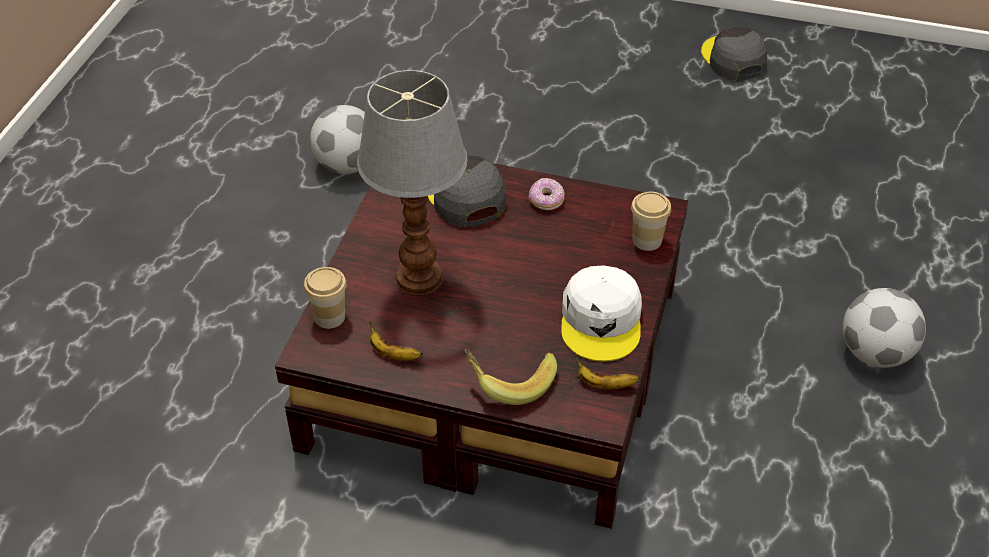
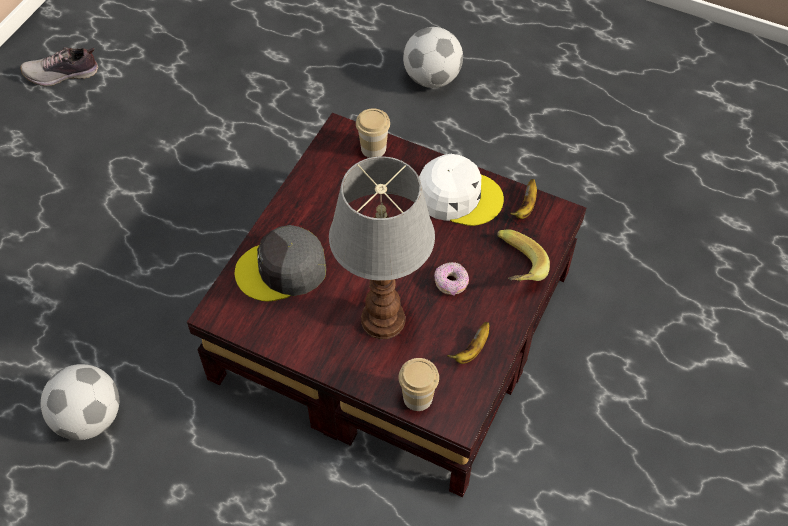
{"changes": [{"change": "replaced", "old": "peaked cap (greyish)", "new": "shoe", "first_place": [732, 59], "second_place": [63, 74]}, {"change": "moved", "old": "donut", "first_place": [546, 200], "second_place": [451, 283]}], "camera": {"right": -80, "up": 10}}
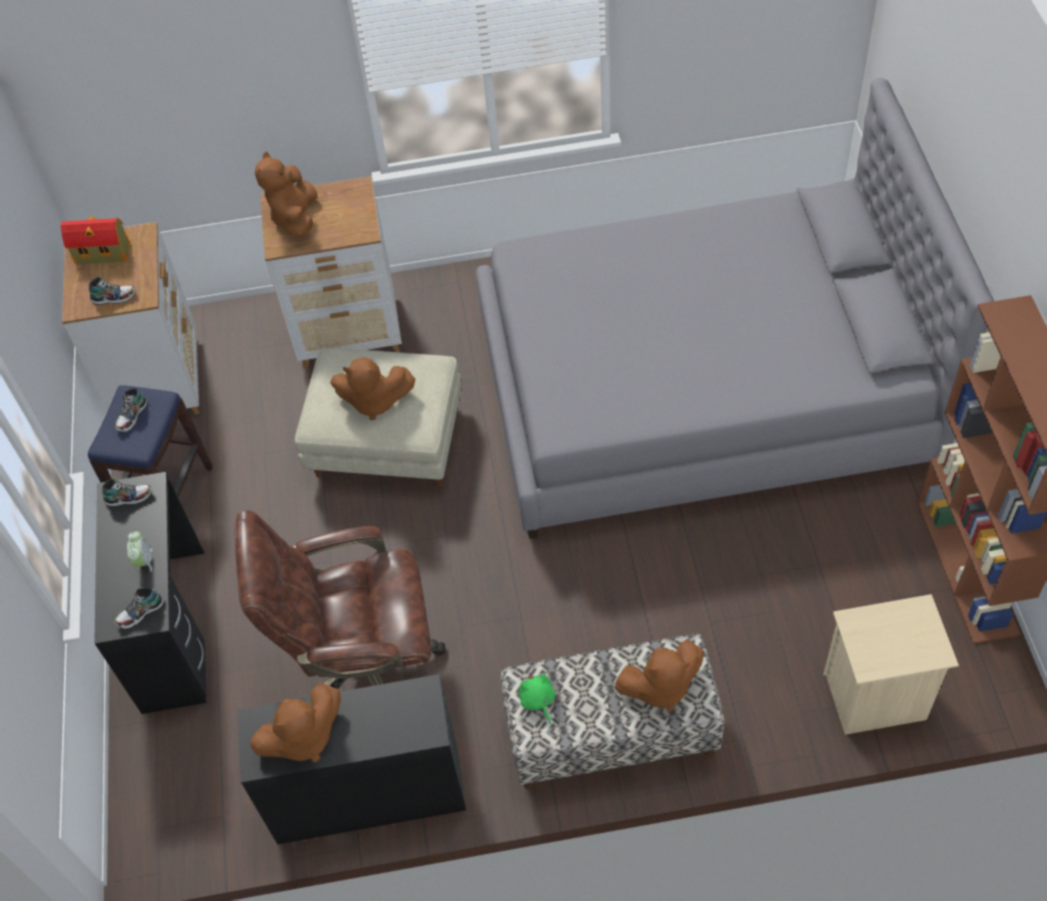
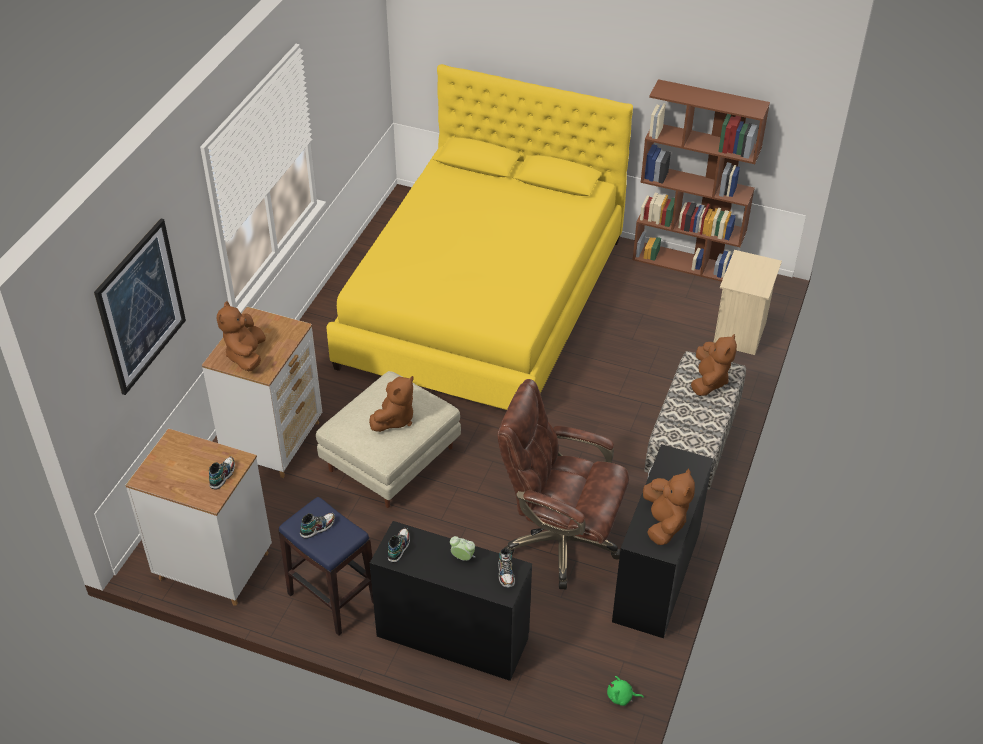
{"changes": [{"change": "recoloured", "old": "bedroom bed (greyish)", "new": "bedroom bed (yellow)", "first_place": [702, 390], "second_place": [484, 302]}, {"change": "turned", "old": "soft toy (brown-coloured)", "first_place": [295, 218], "second_place": [246, 355], "degrees": 60}, {"change": "removed", "old": "model house", "first_place": [104, 253]}, {"change": "turned", "old": "shoe", "first_place": [132, 416], "second_place": [317, 528], "degrees": -90}, {"change": "turned", "old": "computer chair (brown-coloured)", "first_place": [365, 665], "second_place": [561, 541], "degrees": 90}, {"change": "moved", "old": "soft toy (greenish)", "first_place": [538, 701], "second_place": [621, 697]}, {"change": "added", "new": "wall picture", "second_place": [141, 306]}], "camera": {"right": -65, "up": -10}}
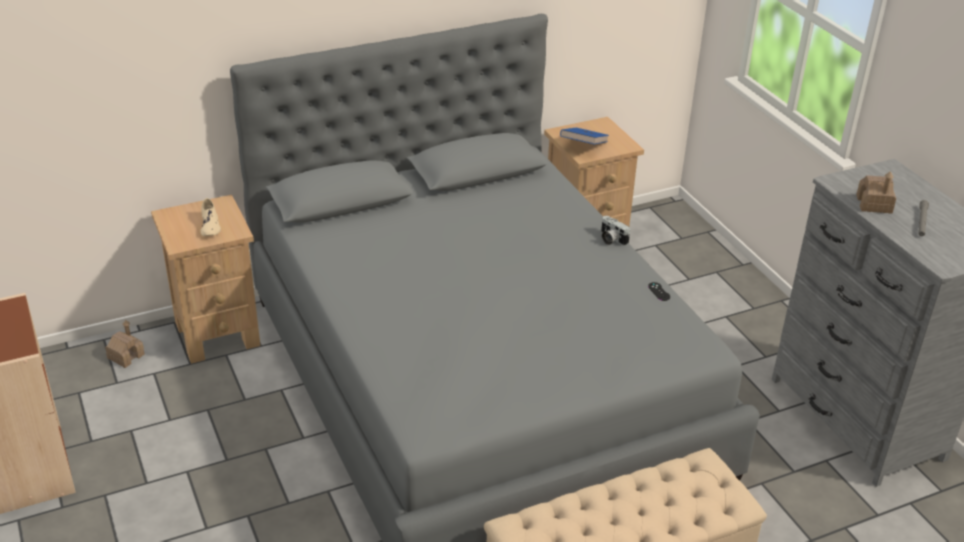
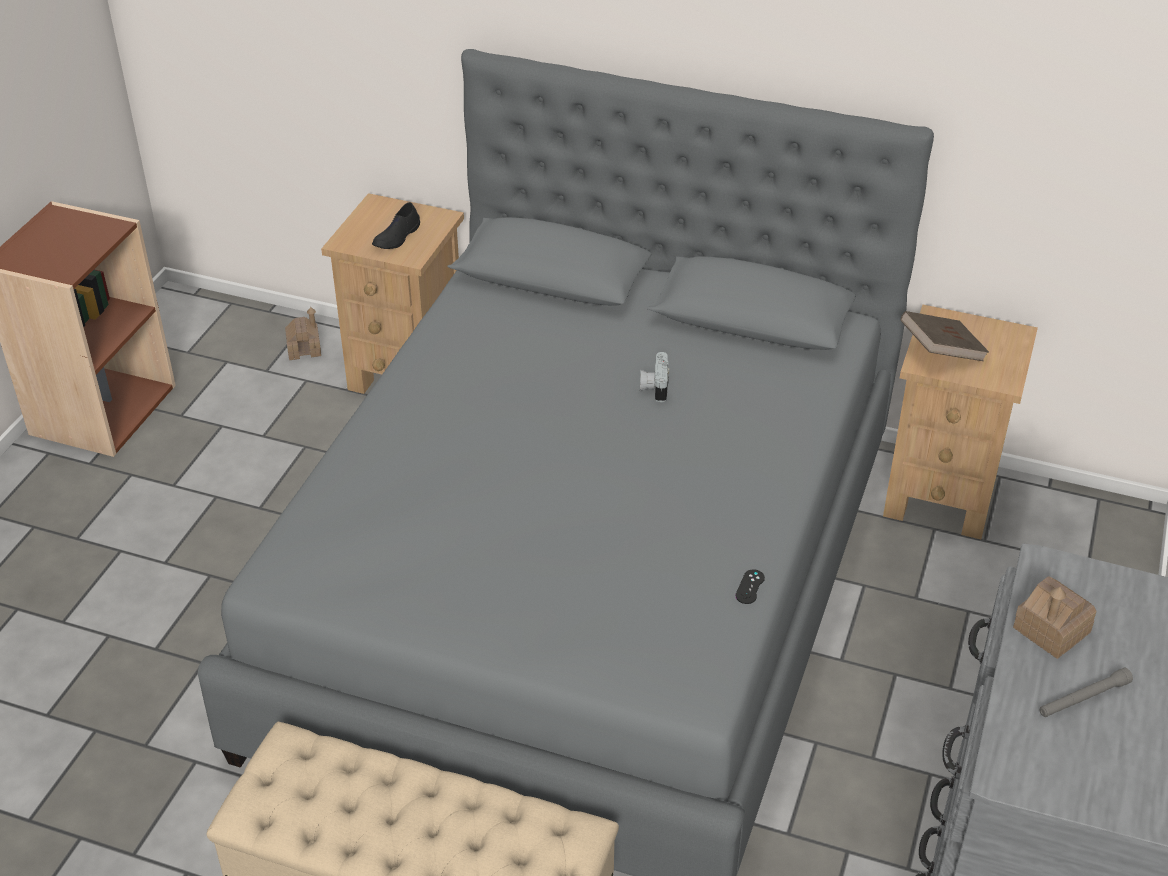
{"changes": [{"change": "recoloured", "old": "book (blue)", "new": "book (brown-coloured)", "first_place": [583, 146], "second_place": [941, 351]}, {"change": "recoloured", "old": "shoe (sand-coloured)", "new": "shoe (black-coloured)", "first_place": [210, 226], "second_place": [397, 237]}, {"change": "moved", "old": "photo camera", "first_place": [611, 239], "second_place": [654, 386]}], "camera": {"right": 45, "up": 5}}
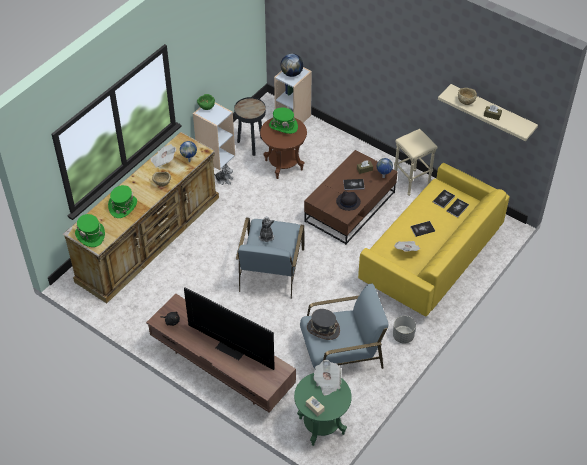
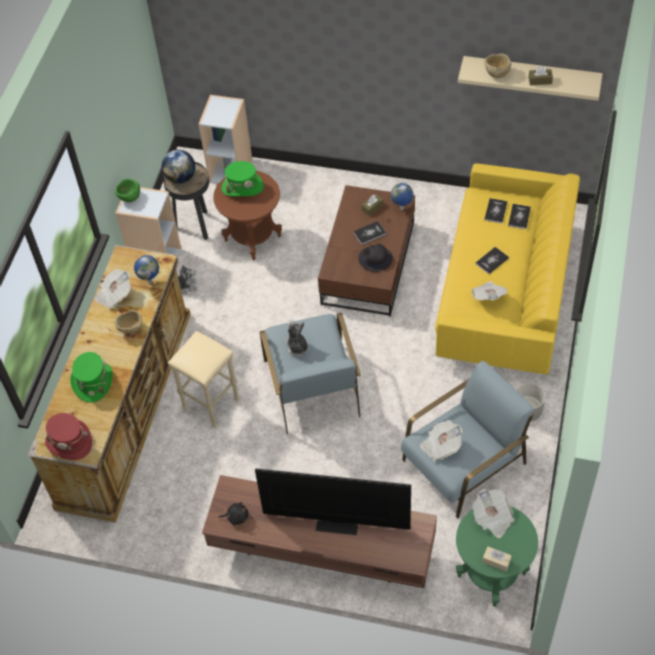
{"changes": [{"change": "moved", "old": "desk globe", "first_place": [292, 73], "second_place": [180, 177]}, {"change": "moved", "old": "stool (sand-coloured)", "first_place": [412, 182], "second_place": [212, 403]}, {"change": "recoloured", "old": "clothing hat (greenish)", "new": "clothing hat (red-coloured)", "first_place": [90, 235], "second_place": [69, 442]}, {"change": "replaced", "old": "clothing hat (greyish)", "new": "daily paper", "first_place": [323, 329], "second_place": [440, 446]}], "camera": {"right": -20, "up": 5}}
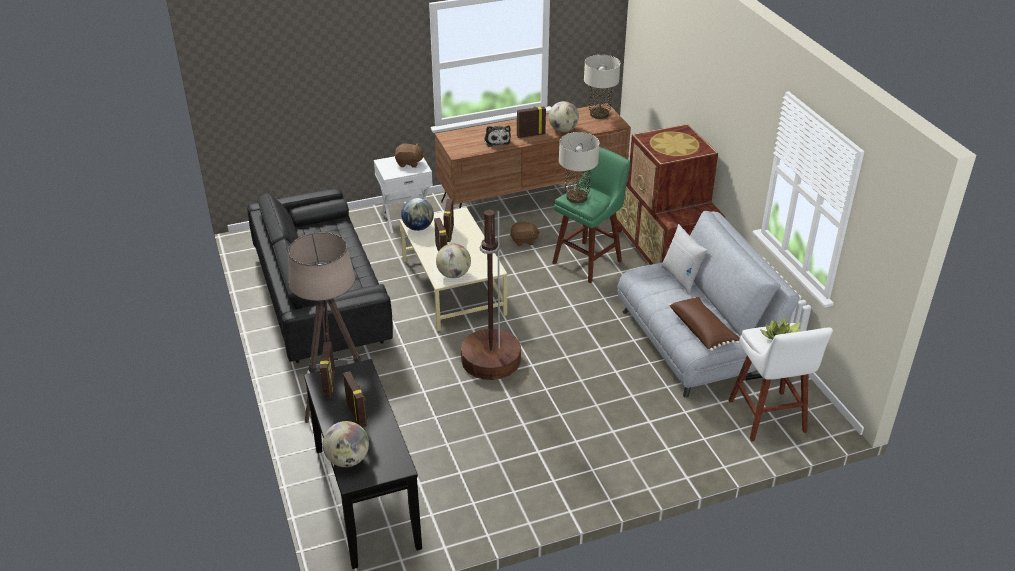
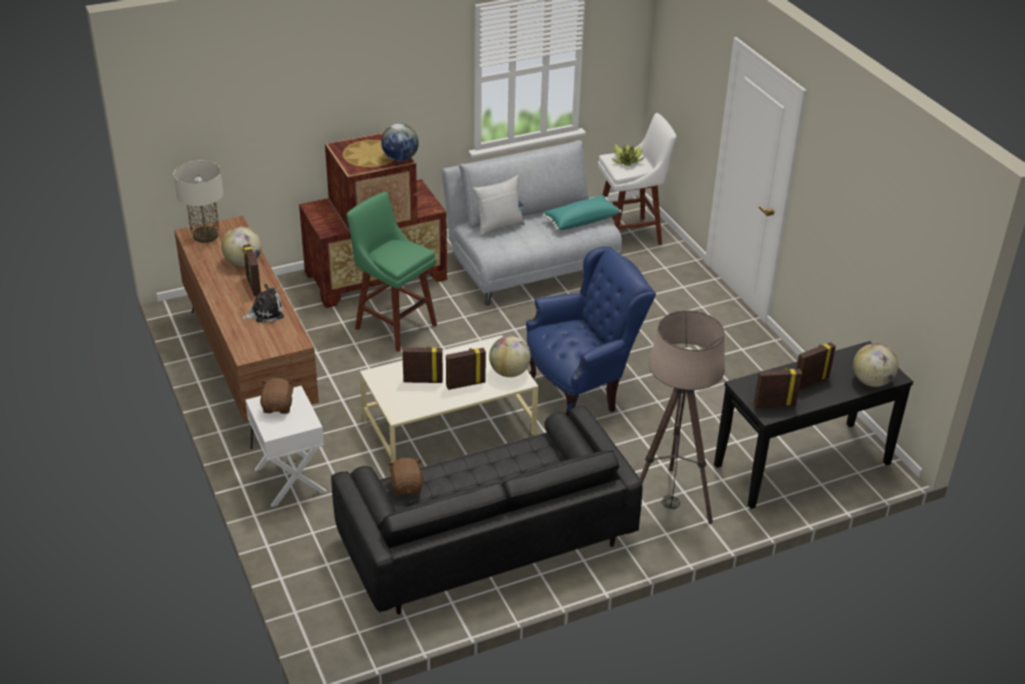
{"changes": [{"change": "removed", "old": "table lamp", "first_place": [576, 197]}, {"change": "moved", "old": "desk globe", "first_place": [418, 227], "second_place": [400, 158]}, {"change": "replaced", "old": "standing lamp (brown-coloured)", "new": "lounge chair (blue)", "first_place": [491, 360], "second_place": [581, 392]}, {"change": "moved", "old": "soft toy (brown-coloured)", "first_place": [524, 241], "second_place": [407, 487]}, {"change": "recoloured", "old": "cushion (brown-coloured)", "new": "cushion (turquoise)", "first_place": [703, 330], "second_place": [581, 220]}], "camera": {"right": -95, "up": 0}}
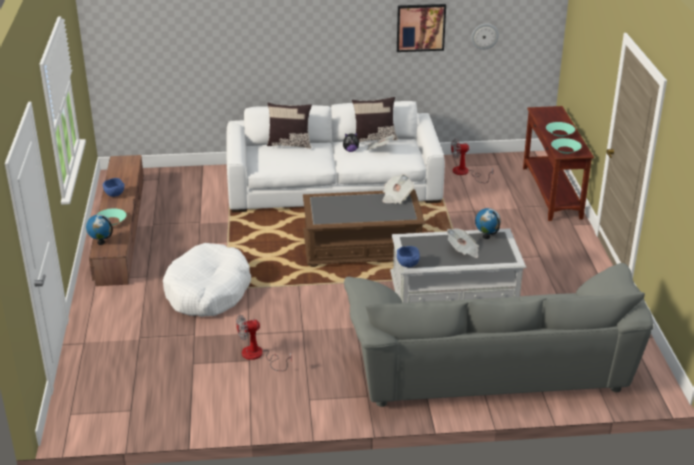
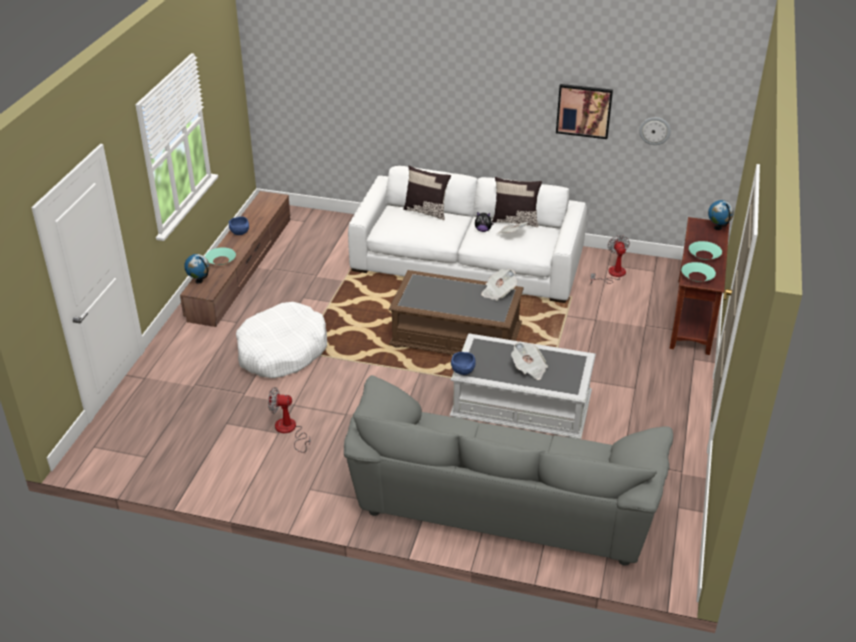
{"changes": [{"change": "turned", "old": "cooling fan", "first_place": [465, 173], "second_place": [612, 274], "degrees": 75}, {"change": "moved", "old": "desk globe", "first_place": [486, 236], "second_place": [718, 228]}], "camera": {"right": 20, "up": 5}}
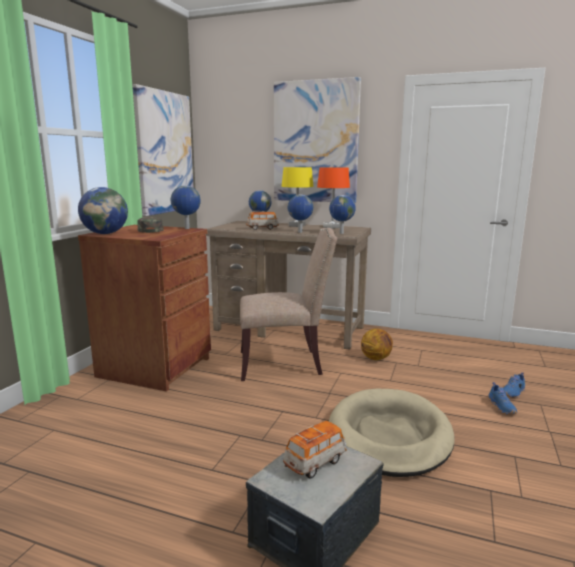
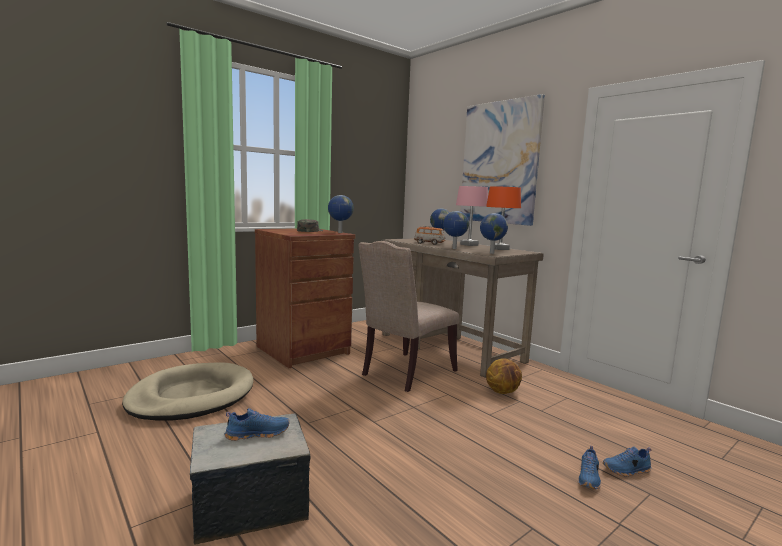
{"changes": [{"change": "removed", "old": "wall picture", "first_place": [165, 153]}, {"change": "recoloured", "old": "table lamp (yellow)", "new": "table lamp (pinkish)", "first_place": [297, 225], "second_place": [469, 245]}, {"change": "removed", "old": "desk globe", "first_place": [105, 233]}, {"change": "turned", "old": "upright chair (sand-coloured)", "first_place": [284, 364], "second_place": [405, 373], "degrees": 105}, {"change": "moved", "old": "dog bed (sand-coloured)", "first_place": [389, 436], "second_place": [191, 396]}, {"change": "replaced", "old": "model car", "new": "shoe (blue)", "first_place": [315, 462], "second_place": [257, 433]}], "camera": {"right": 30, "up": -5}}
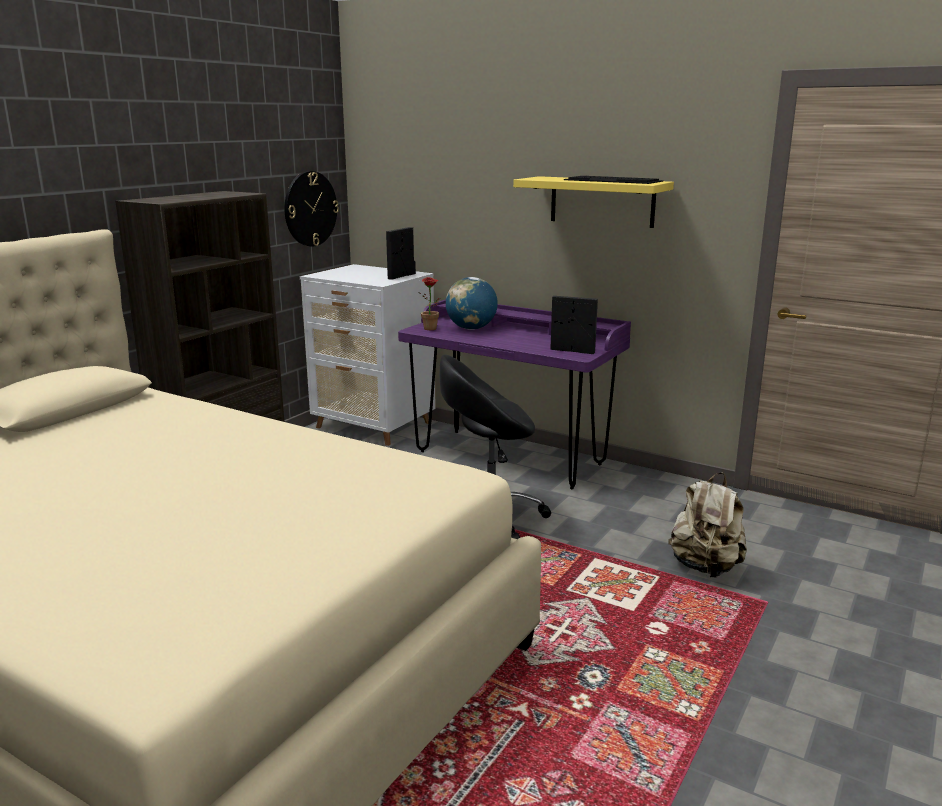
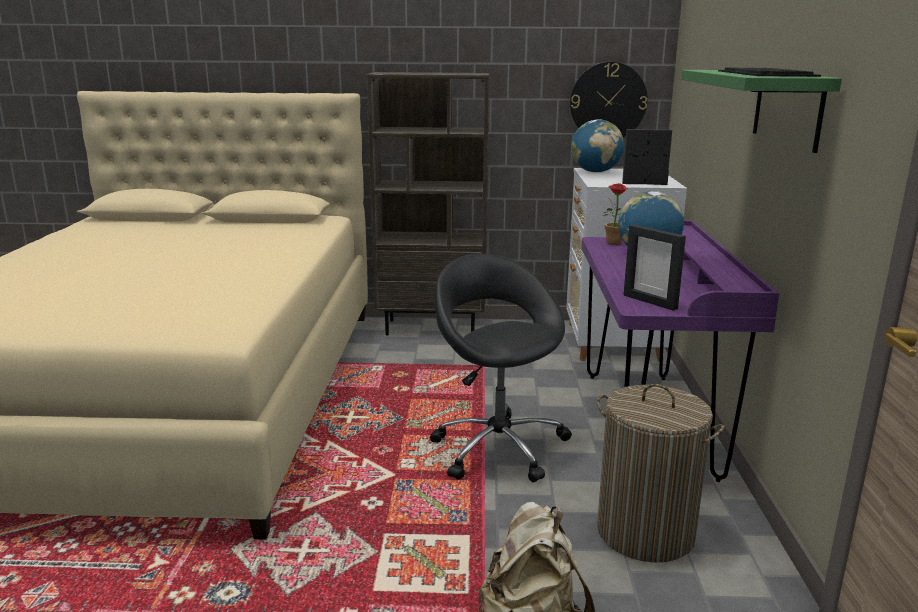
{"changes": [{"change": "recoloured", "old": "bracket shelf (yellow)", "new": "bracket shelf (greenish)", "first_place": [602, 201], "second_place": [787, 108]}, {"change": "turned", "old": "standing frame", "first_place": [572, 351], "second_place": [650, 301], "degrees": 150}, {"change": "added", "new": "desk globe", "second_place": [595, 172]}, {"change": "added", "new": "laundry basket", "second_place": [645, 532]}], "camera": {"right": 60, "up": 0}}
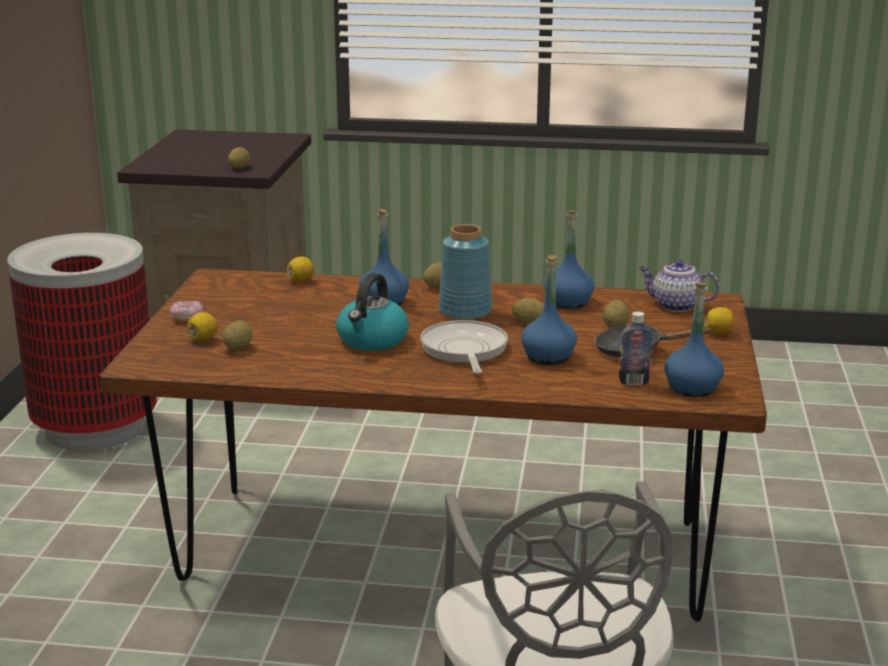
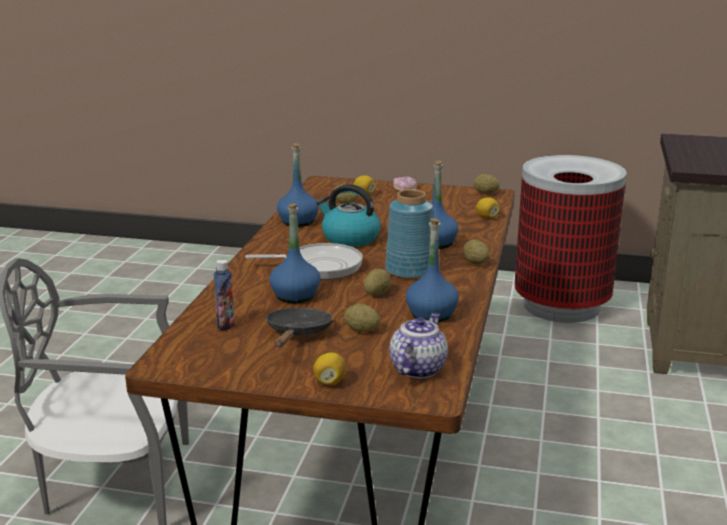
{"changes": [{"change": "moved", "old": "whole potato", "first_place": [239, 168], "second_place": [485, 193]}, {"change": "moved", "old": "beverage bottle (blue)", "first_place": [692, 388], "second_place": [298, 221]}], "camera": {"right": 95, "up": 0}}
